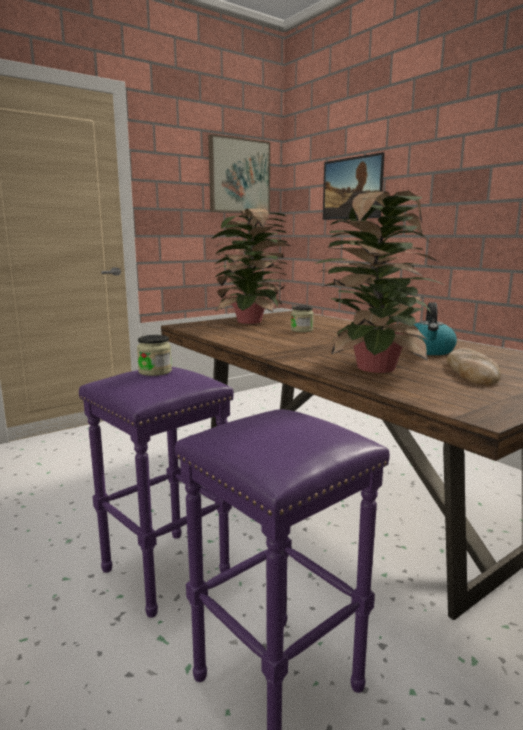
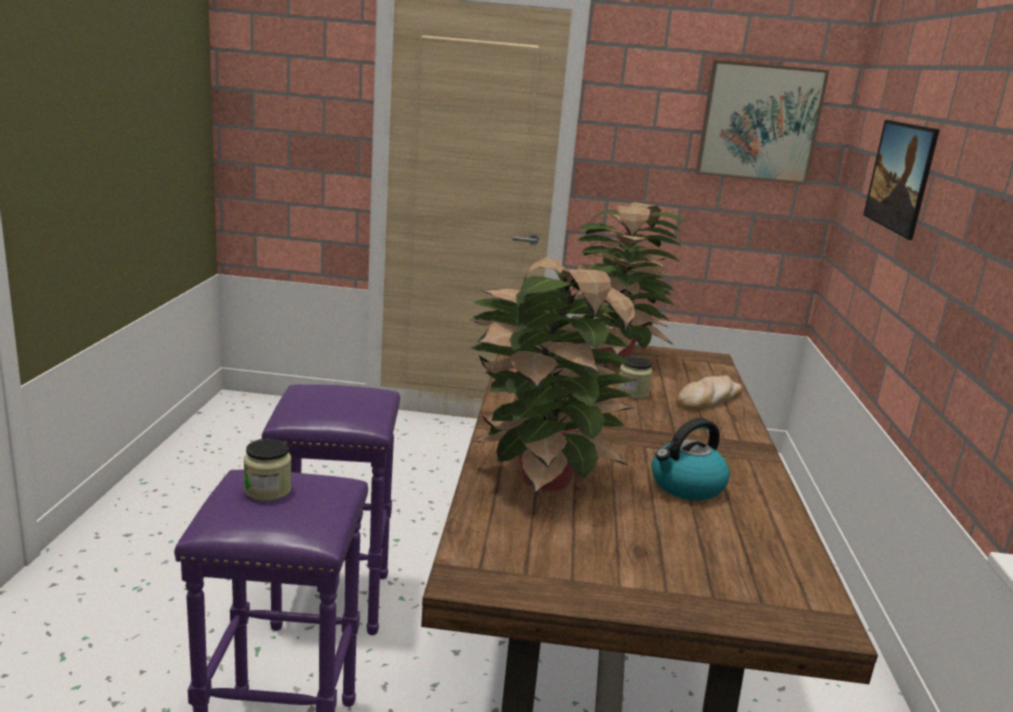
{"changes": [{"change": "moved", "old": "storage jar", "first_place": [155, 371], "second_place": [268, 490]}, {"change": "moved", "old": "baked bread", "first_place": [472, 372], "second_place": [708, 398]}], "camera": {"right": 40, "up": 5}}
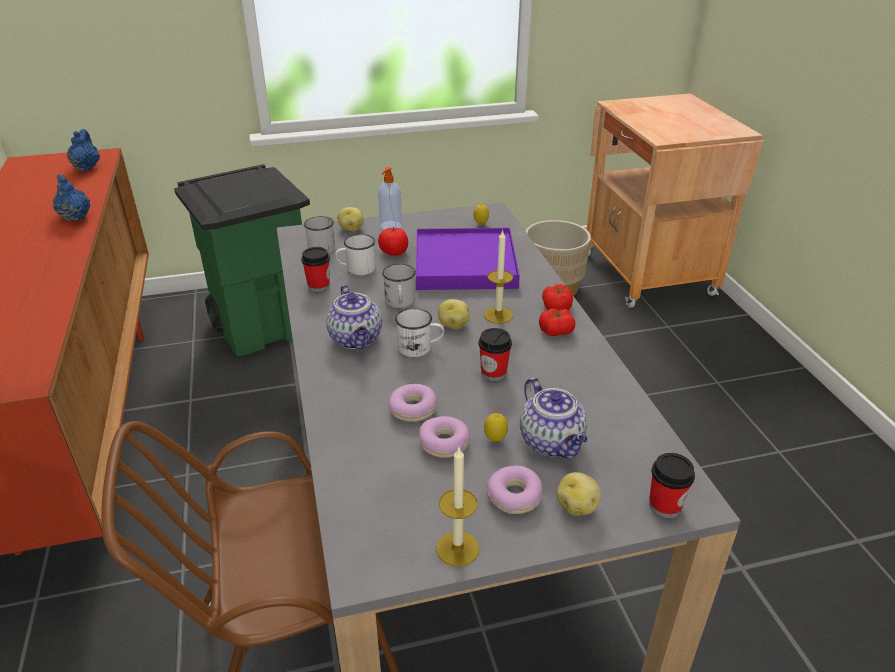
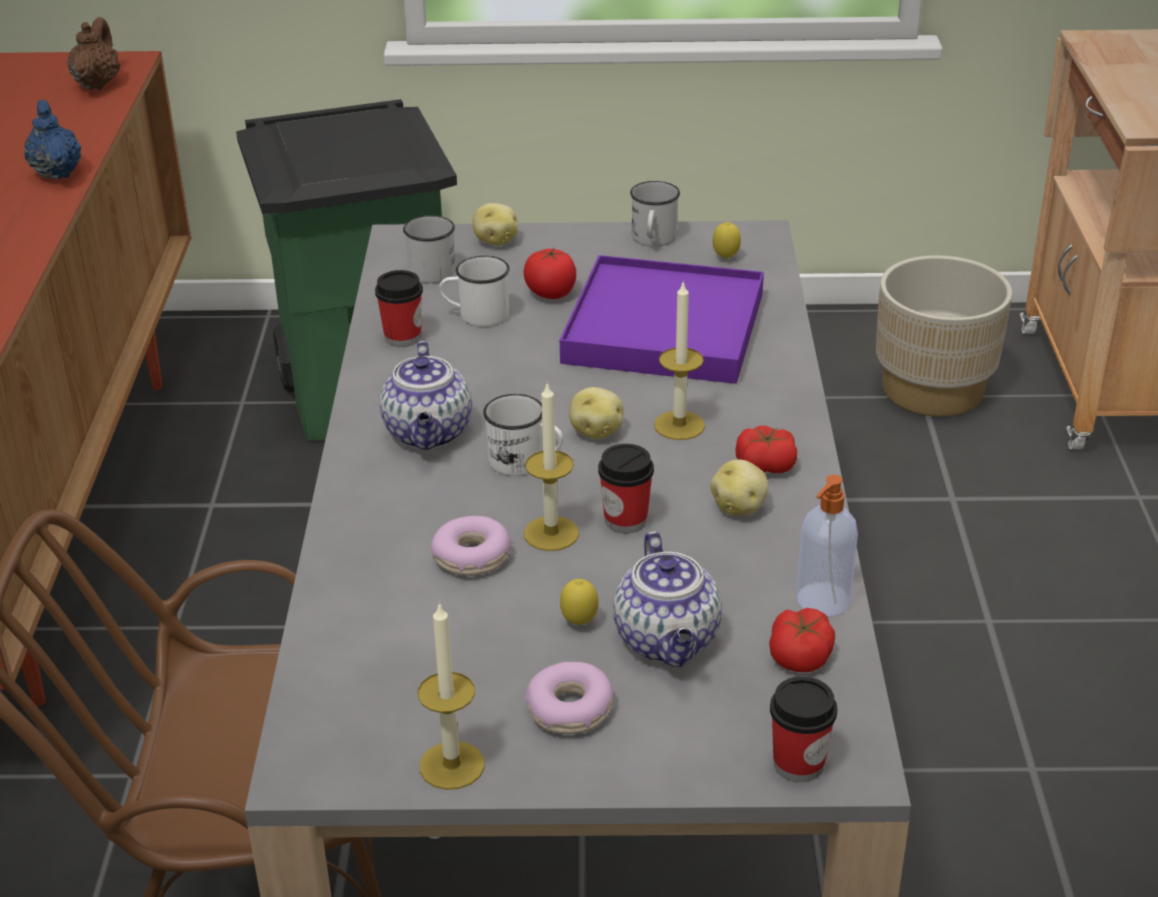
{"changes": [{"change": "recoloured", "old": "tea pot (blue)", "new": "tea pot (brown-coloured)", "first_place": [87, 167], "second_place": [98, 84]}, {"change": "moved", "old": "liquid soap bottle", "first_place": [390, 226], "second_place": [822, 601]}, {"change": "moved", "old": "mug (whitish)", "first_place": [400, 303], "second_place": [653, 240]}, {"change": "moved", "old": "fresh tomato", "first_place": [557, 306], "second_place": [801, 655]}, {"change": "removed", "old": "donut", "first_place": [444, 444]}, {"change": "moved", "old": "whole potato", "first_place": [577, 506], "second_place": [739, 507]}, {"change": "added", "new": "wax light", "second_place": [551, 533]}], "camera": {"right": 15, "up": 0}}
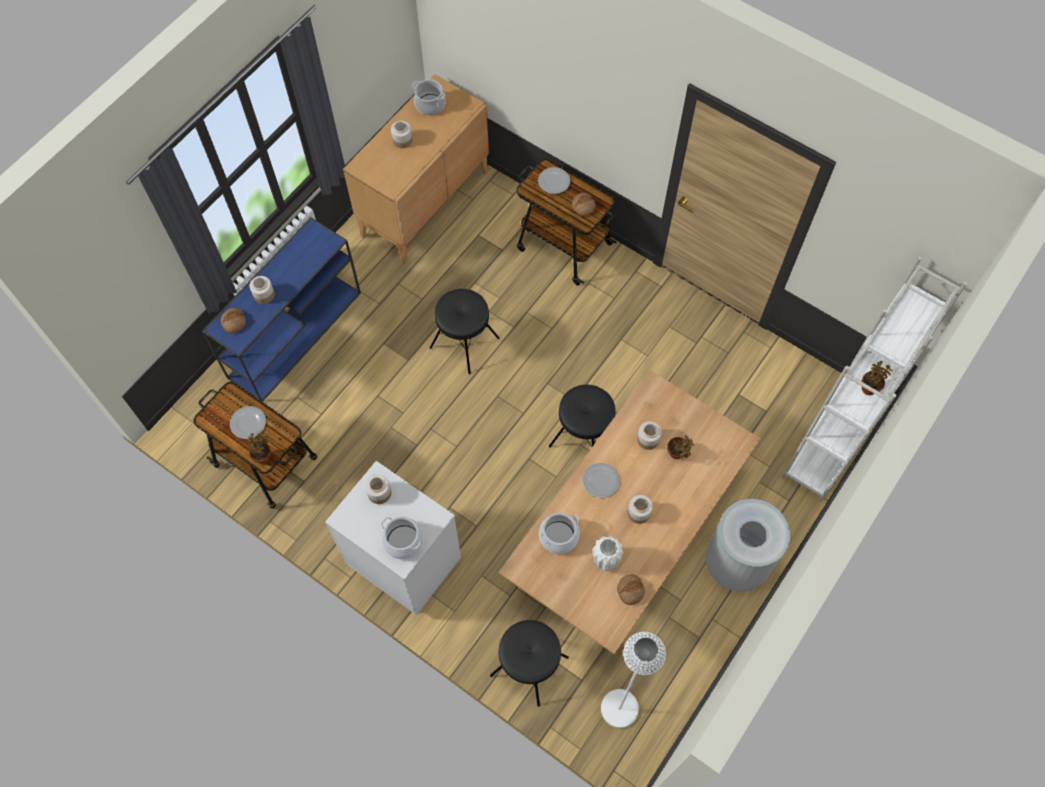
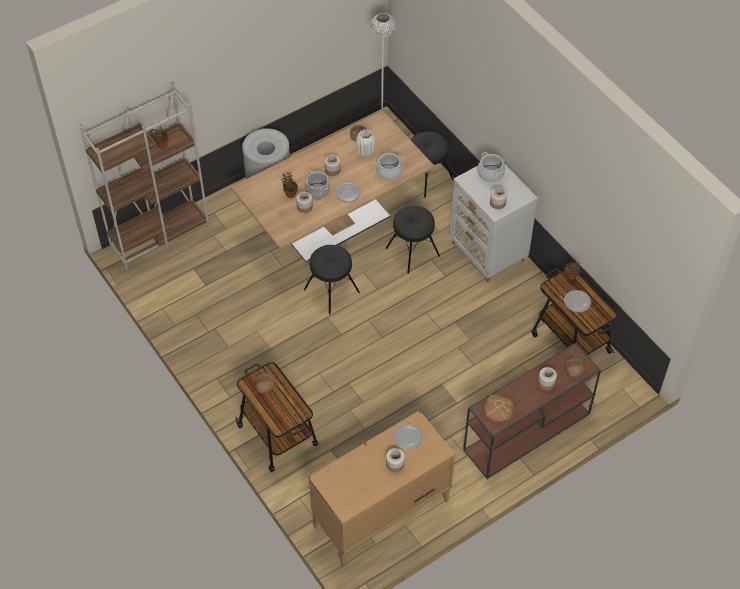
{"changes": [{"change": "moved", "old": "cooking pot", "first_place": [430, 105], "second_place": [317, 191]}, {"change": "moved", "old": "dinner plate", "first_place": [553, 181], "second_place": [408, 438]}, {"change": "recoloured", "old": "narrow table (blue)", "new": "narrow table (brown-coloured)", "first_place": [296, 333], "second_place": [526, 433]}, {"change": "recoloured", "old": "bookshelf (whitish)", "new": "bookshelf (brown-coloured)", "first_place": [832, 441], "second_place": [160, 237]}, {"change": "moved", "old": "stool (black-coloured)", "first_place": [464, 342], "second_place": [412, 252]}, {"change": "added", "new": "baked bread", "second_place": [498, 408]}], "camera": {"right": -160, "up": -10}}
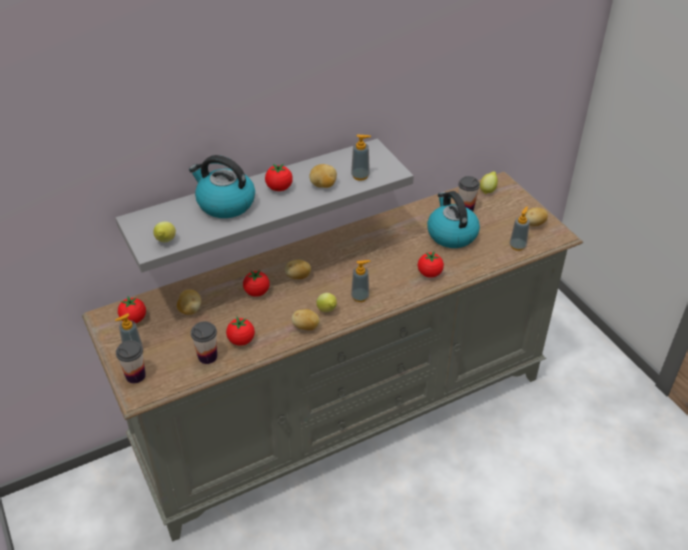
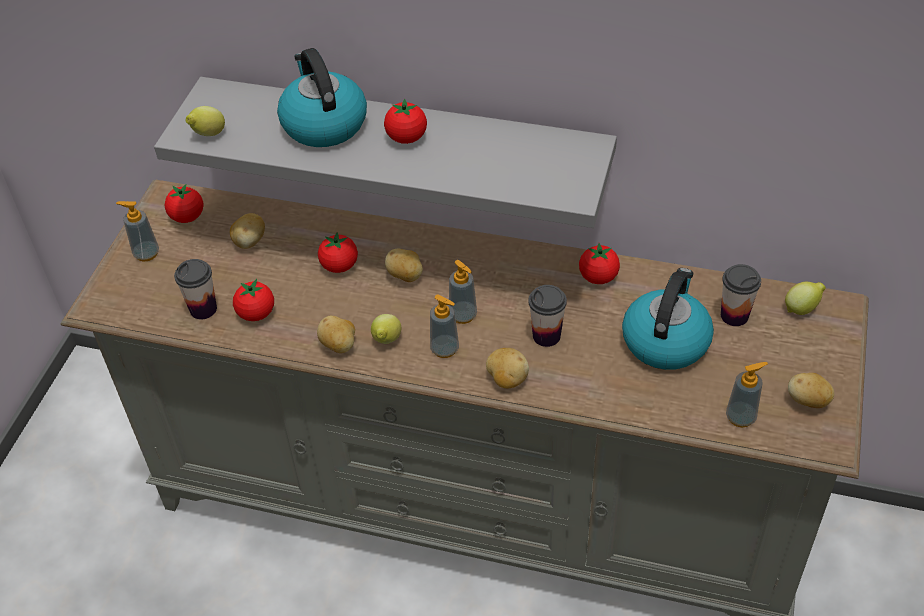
{"changes": [{"change": "moved", "old": "liquid soap bottle", "first_place": [360, 176], "second_place": [463, 315]}, {"change": "moved", "old": "whole potato", "first_place": [323, 185], "second_place": [507, 379]}, {"change": "moved", "old": "fresh tomato", "first_place": [429, 273], "second_place": [598, 277]}, {"change": "moved", "old": "drinking cup", "first_place": [135, 375], "second_place": [546, 336]}], "camera": {"right": 45, "up": 5}}
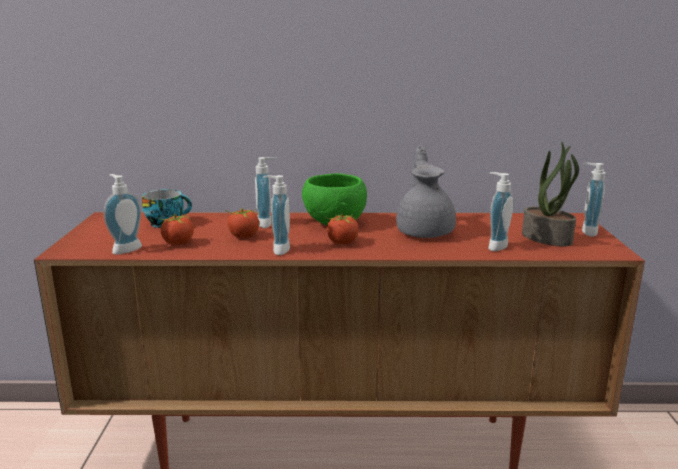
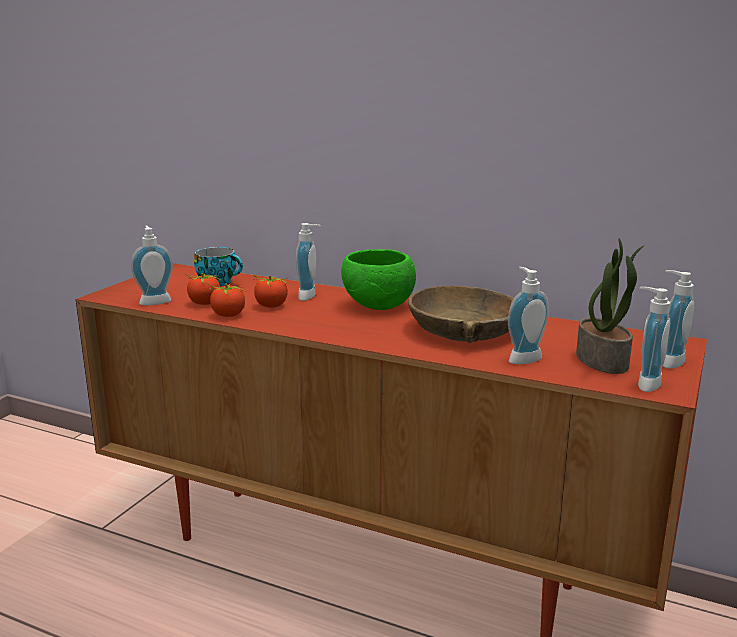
{"changes": [{"change": "replaced", "old": "tea pot (greyish)", "new": "serving bowl (brown-coloured)", "first_place": [425, 232], "second_place": [464, 330]}, {"change": "moved", "old": "liquid soap bottle", "first_place": [278, 249], "second_place": [644, 383]}, {"change": "moved", "old": "fresh tomato", "first_place": [342, 243], "second_place": [228, 315]}], "camera": {"right": 25, "up": 0}}
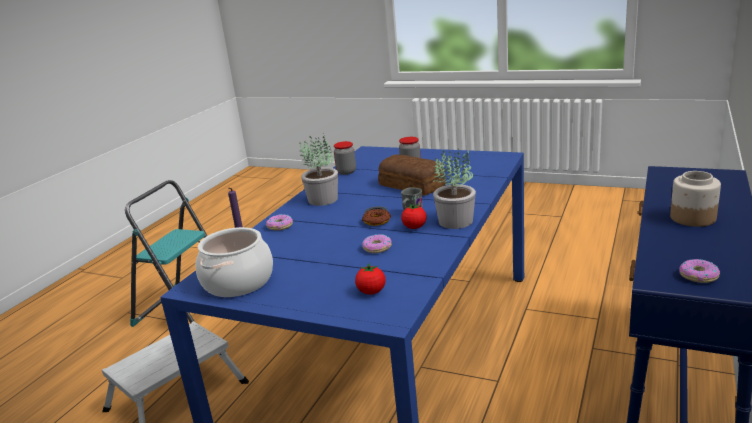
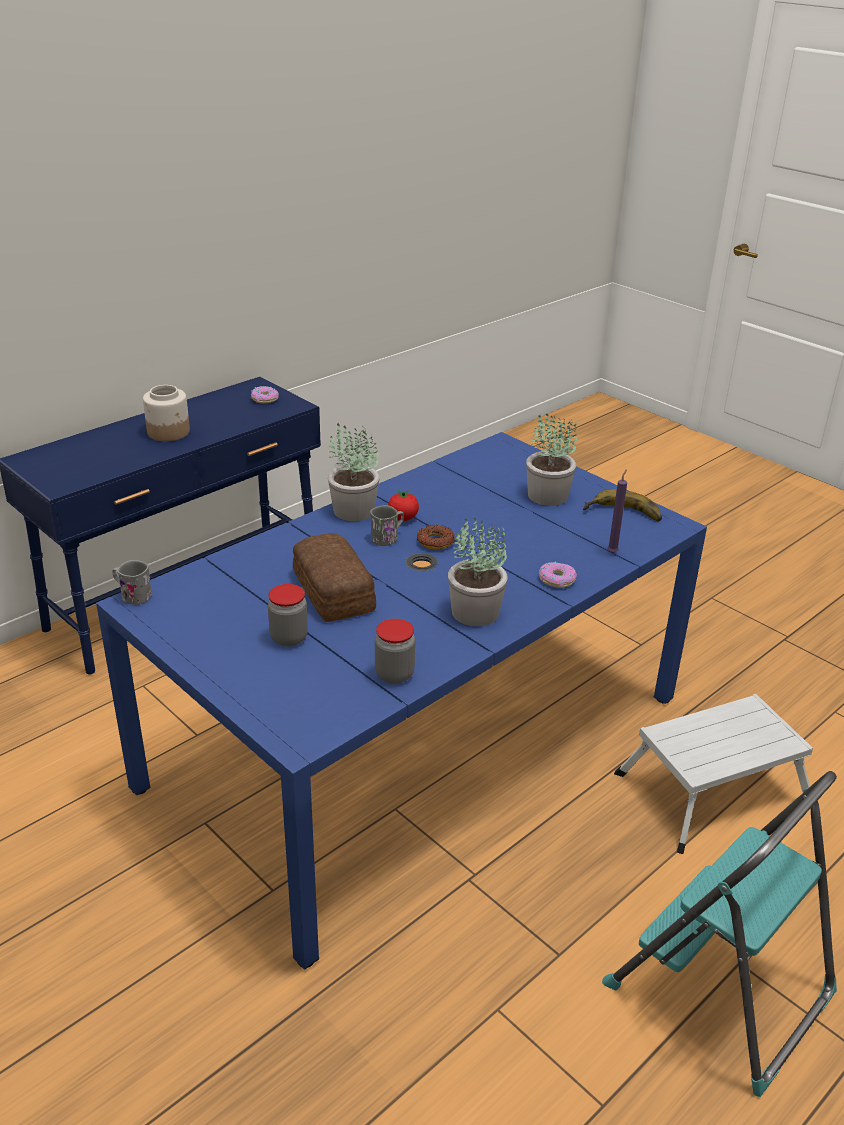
{"changes": [{"change": "replaced", "old": "cooking pot", "new": "banana fruit", "first_place": [238, 282], "second_place": [623, 515]}, {"change": "removed", "old": "donut", "first_place": [377, 248]}, {"change": "removed", "old": "fresh tomato", "first_place": [371, 292]}, {"change": "added", "new": "houseplant", "second_place": [548, 496]}, {"change": "added", "new": "mug (greyish)", "second_place": [132, 595]}], "camera": {"right": -160, "up": 10}}
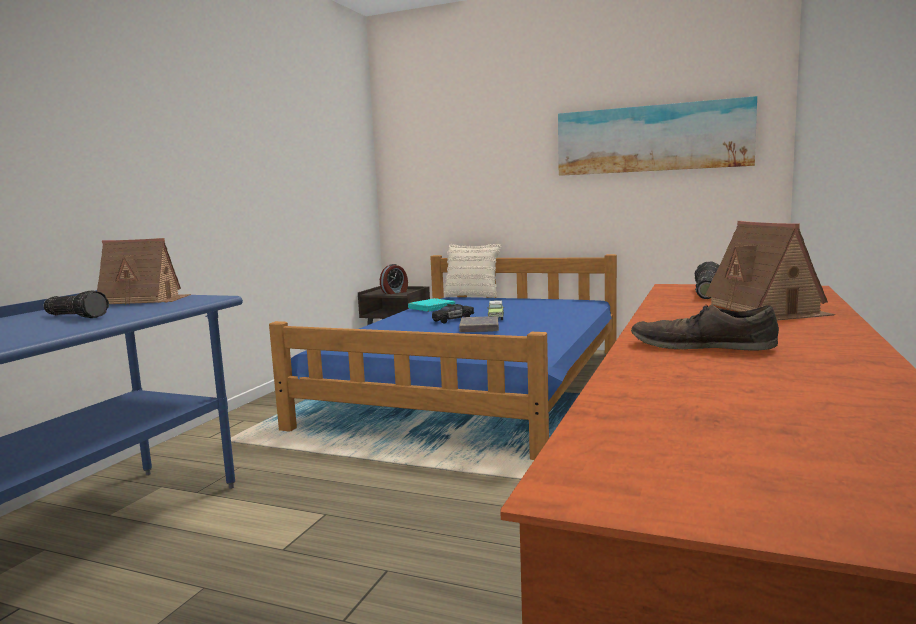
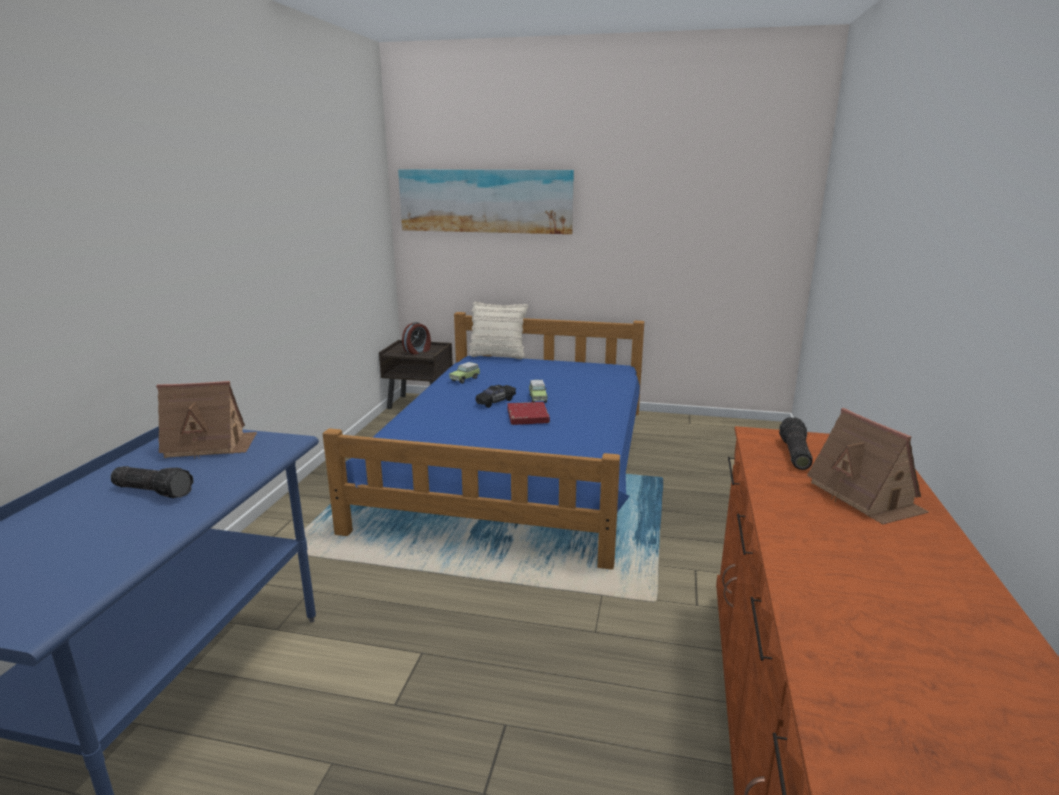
{"changes": [{"change": "moved", "old": "wall picture", "first_place": [652, 138], "second_place": [485, 201]}, {"change": "replaced", "old": "book (turquoise)", "new": "model car", "first_place": [432, 308], "second_place": [465, 379]}, {"change": "removed", "old": "shoe (brown-coloured)", "first_place": [701, 346]}, {"change": "recoloured", "old": "book (greyish)", "new": "book (red-coloured)", "first_place": [479, 328], "second_place": [528, 417]}], "camera": {"right": -10, "up": 10}}
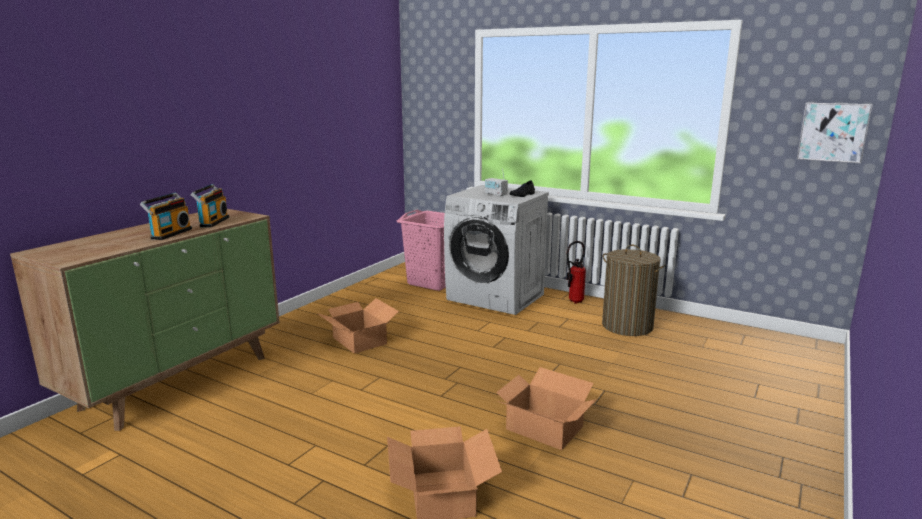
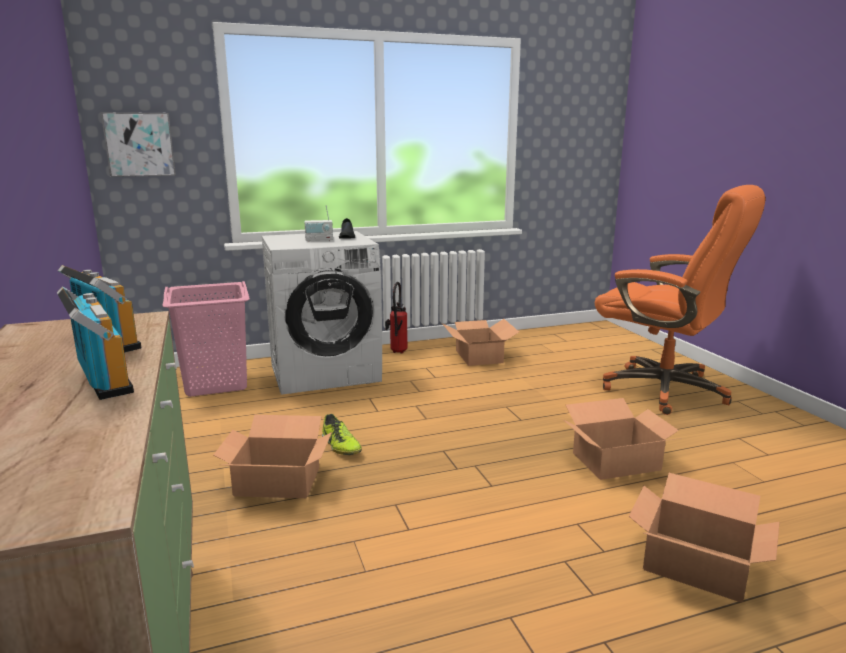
{"changes": [{"change": "moved", "old": "wall picture", "first_place": [833, 132], "second_place": [139, 144]}, {"change": "replaced", "old": "laundry basket", "new": "cardboard box", "first_place": [627, 326], "second_place": [479, 356]}, {"change": "added", "new": "computer chair (orangey)", "second_place": [661, 389]}, {"change": "added", "new": "shoe", "second_place": [340, 446]}], "camera": {"right": -50, "up": 0}}
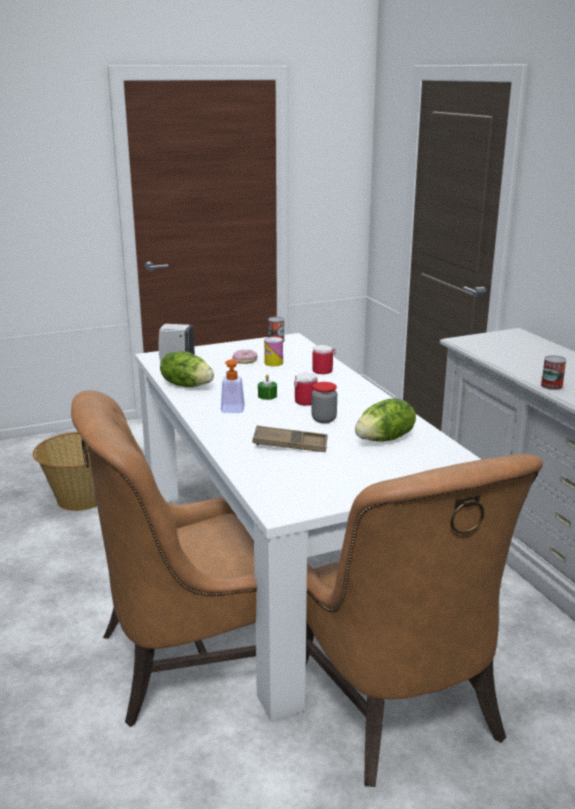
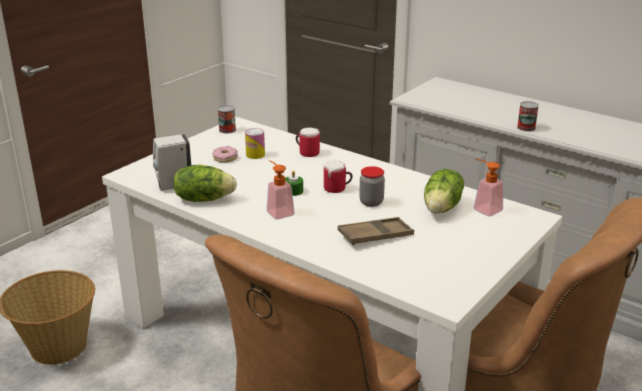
{"changes": [{"change": "added", "new": "liquid soap bottle", "second_place": [483, 208]}], "camera": {"right": -30, "up": 5}}
